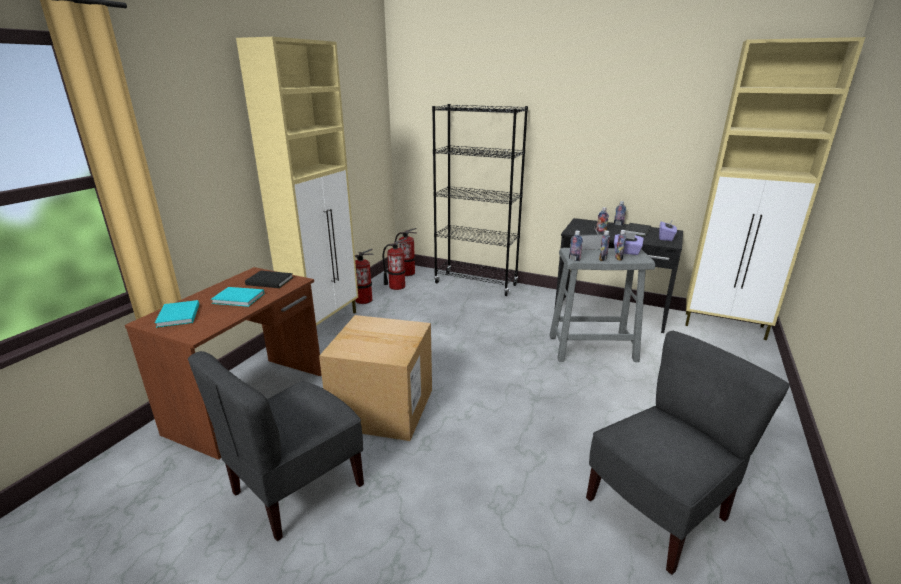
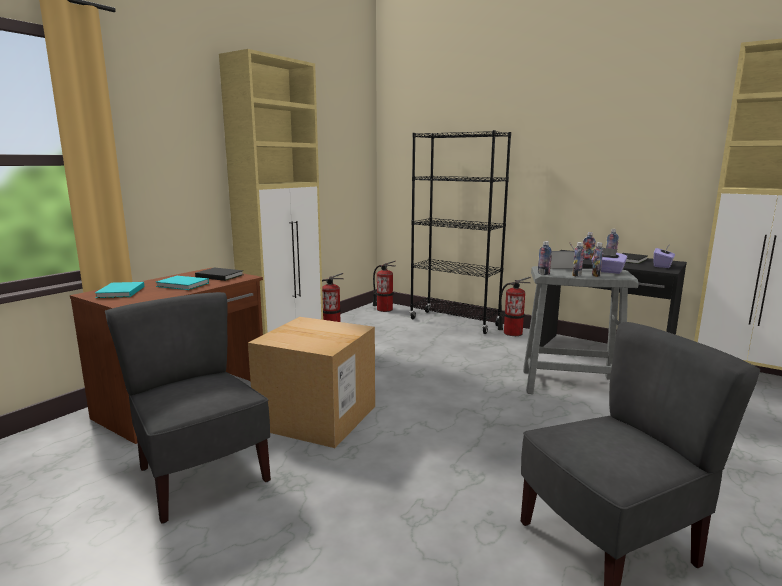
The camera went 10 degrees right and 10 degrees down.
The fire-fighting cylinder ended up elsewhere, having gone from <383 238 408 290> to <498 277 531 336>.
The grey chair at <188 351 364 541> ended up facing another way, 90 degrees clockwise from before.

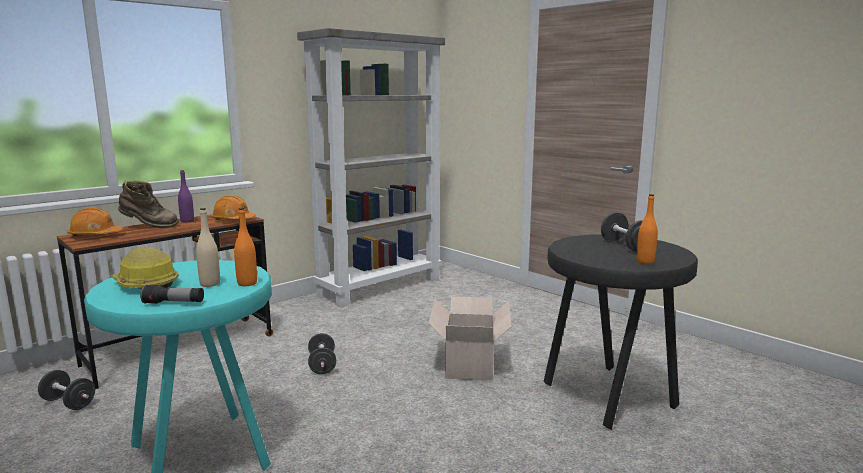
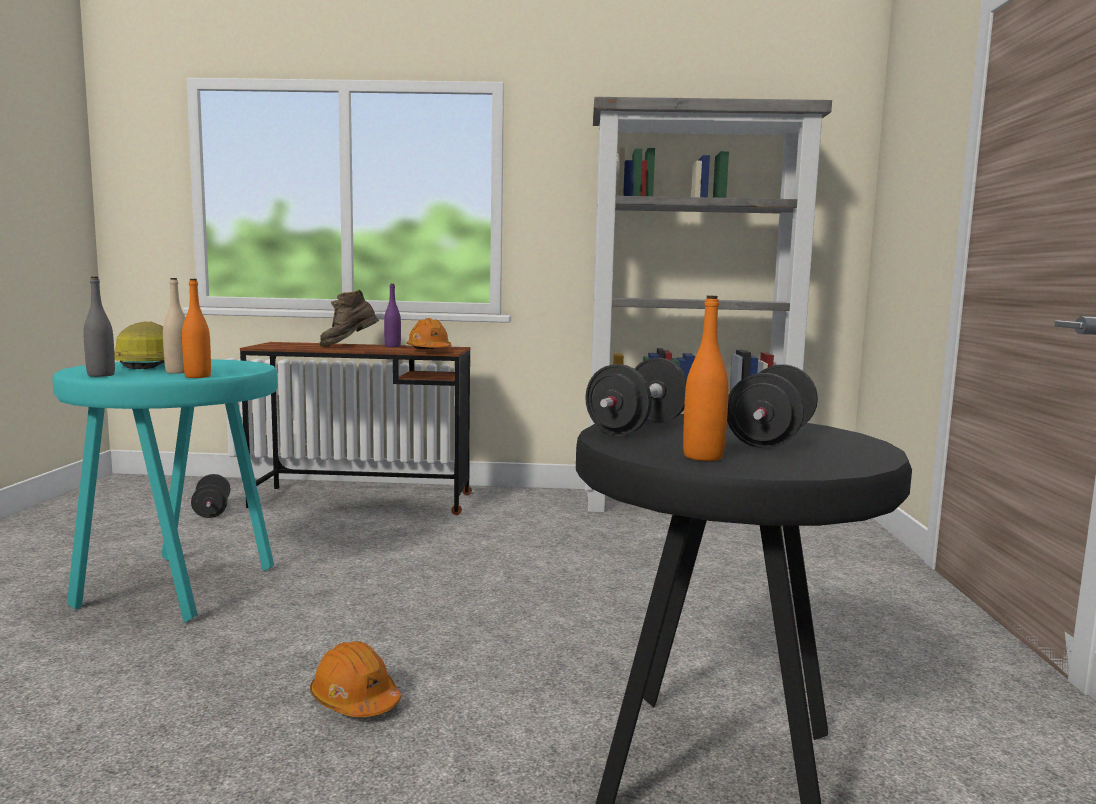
The camera went 45 degrees right and 5 degrees down.
The second view lost the packing box at <428 296 512 381>.
The orange-coloured work helmet ended up elsewhere, having gone from <67 208 123 237> to <310 641 401 717>.
The black free weight ended up elsewhere, having gone from <308 333 336 374> to <585 358 687 435>.
Where the torch stood at <140 285 204 304>, the grey bottle came to stand at <83 276 115 377>.
The brownish high-top boot at <118 181 179 228> ended up facing another way, 90 degrees clockwise from before.

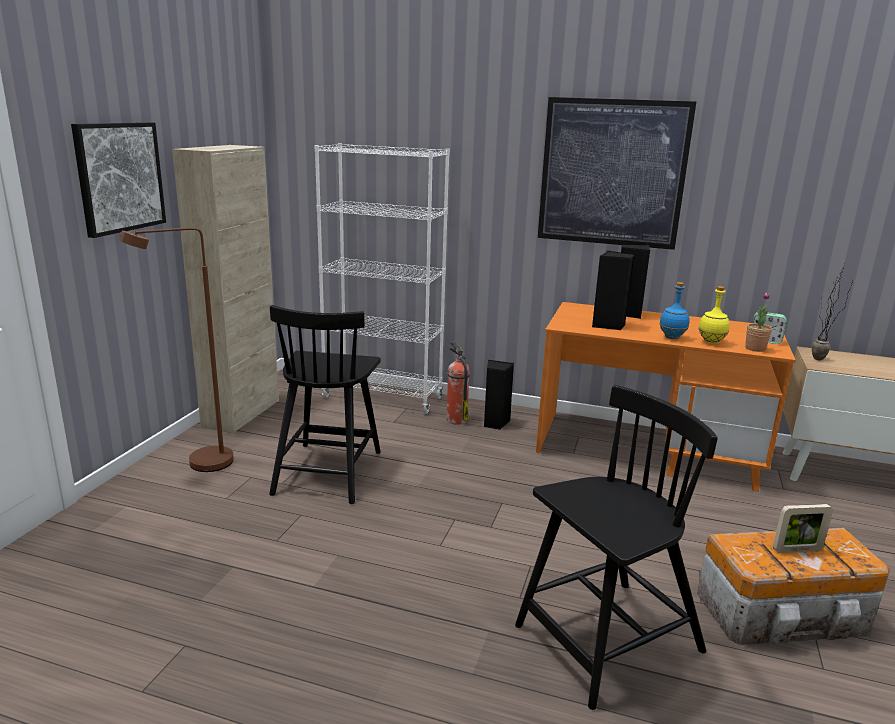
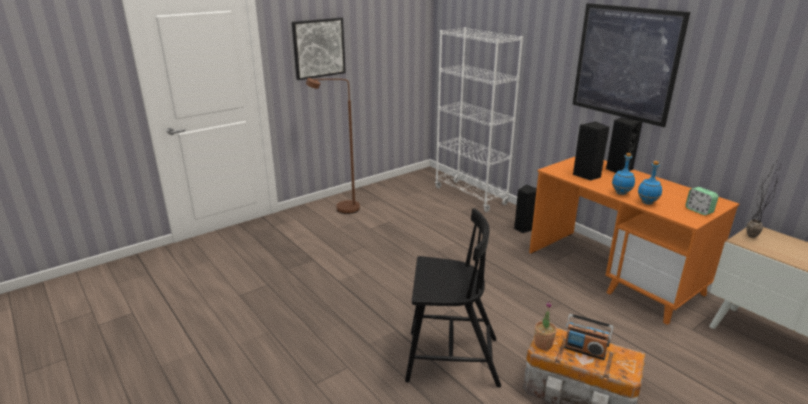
The camera went 35 degrees right and 5 degrees up.
The second view lost the beige-coloured cabinet at <172 145 279 434>.
The second view lost the black chair at <269 305 381 504>.
The second view lost the fire-fighting cylinder at <446 342 470 425>.
The potted plant ended up elsewhere, having gone from <745 292 772 352> to <535 301 557 350>.
Where the picture frame stood at <773 504 833 553>, the radio receiver came to stand at <564 314 613 360>.
What was the yellow-coloured bottle at <698 286 730 344> turned into the blue-coloured bottle at <638 161 662 204>.

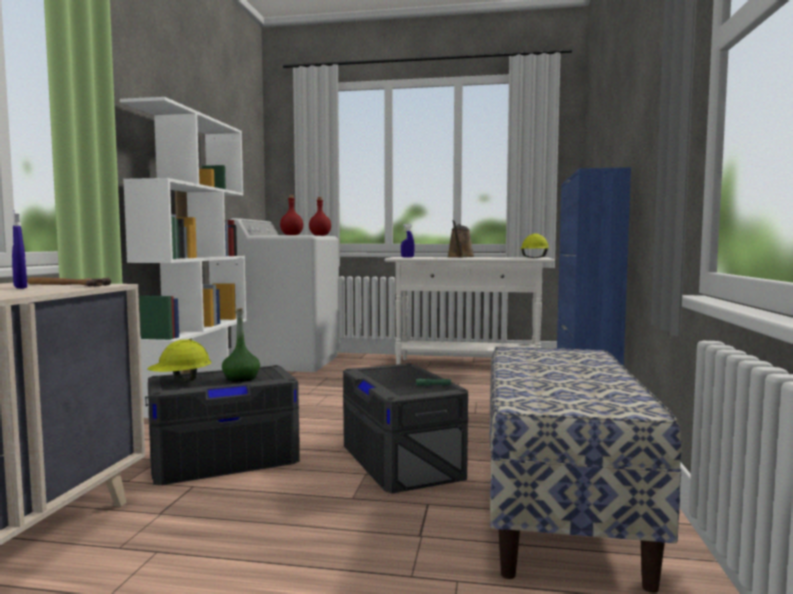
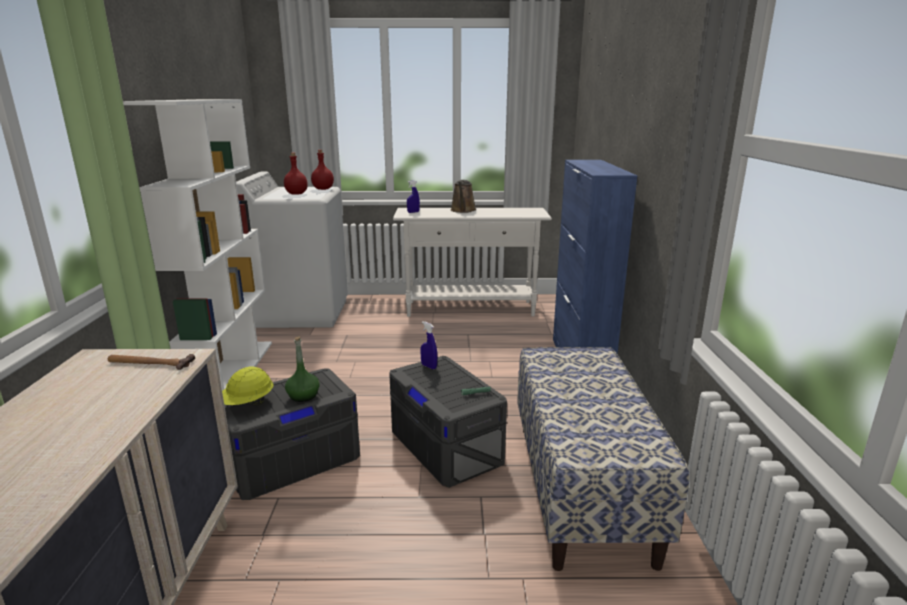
The camera went 10 degrees left and 15 degrees up.
The second view lost the yellow-coloured work helmet at <521 234 550 258>.
The blue-coloured spray bottle ended up elsewhere, having gone from <12 210 27 289> to <420 321 437 369>.

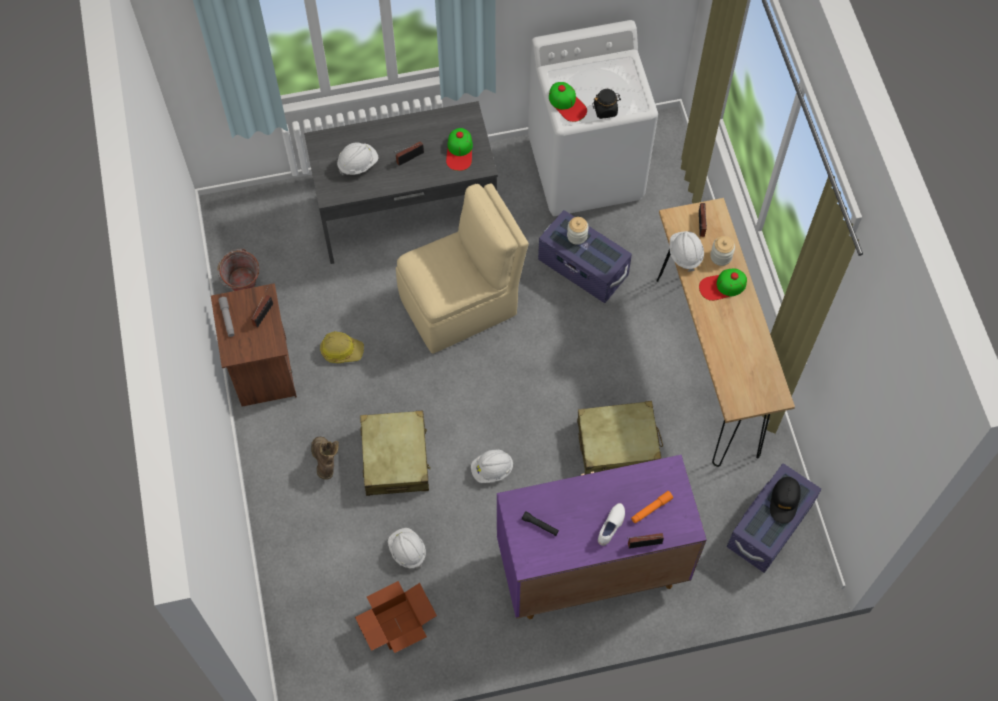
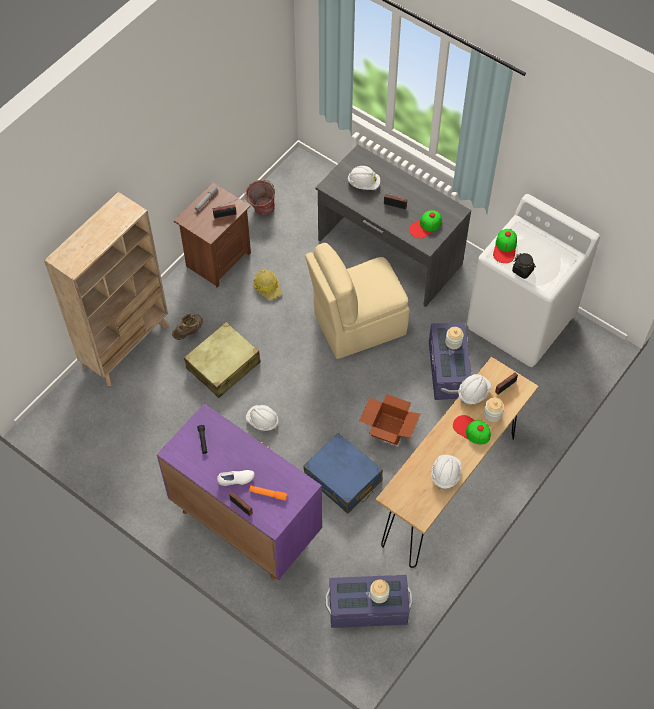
The camera went 50 degrees right and 5 degrees down.
The second view gained the beige-coloured bookcase at <44 192 169 386>.
The packing box ended up elsewhere, having gone from <355 581 437 653> to <359 394 421 445>.
The white-coloured work helmet ended up elsewhere, having gone from <388 528 426 569> to <431 455 462 491>.
Where the black peaked cap stood at <770 477 801 524>, the jar came to stand at <370 579 390 603>.
What was the beige-coloured suitcase at <577 401 663 475> turned into the blue-coloured suitcase at <303 433 383 514>.
The beige-coloured chair at <396 183 529 354> ended up facing another way, 135 degrees clockwise from before.

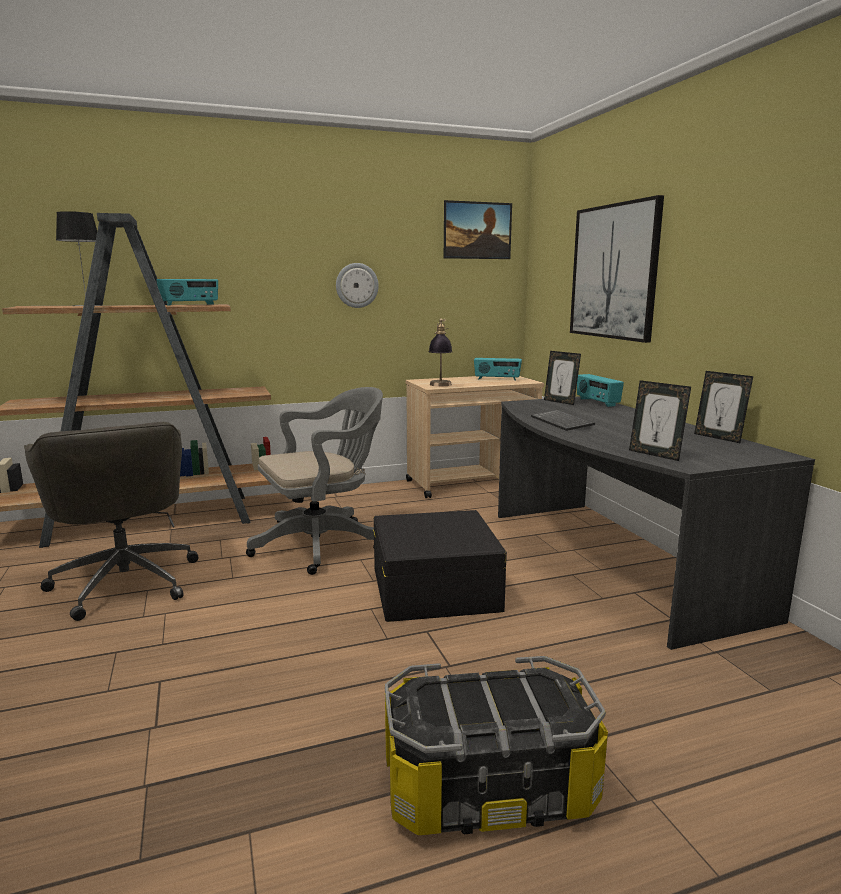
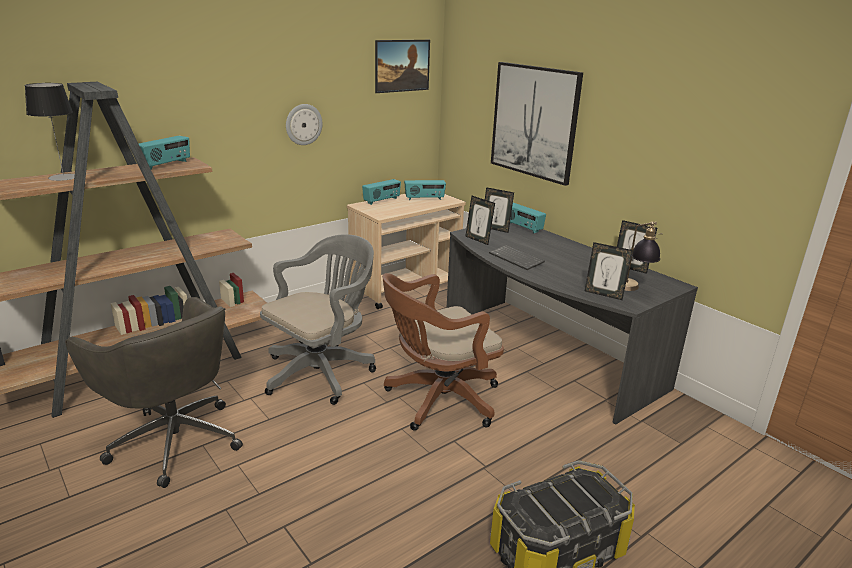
The camera went 20 degrees left and 10 degrees up.
The second view gained the radio receiver at <362 179 401 205>.
The second view gained the picture frame at <465 196 495 245>.
The lamp for a table ended up elsewhere, having gone from <428 318 453 386> to <625 221 662 291>.
Where the black storage bin stood at <373 510 507 622>, the brownish desk chair came to stand at <382 273 504 431>.

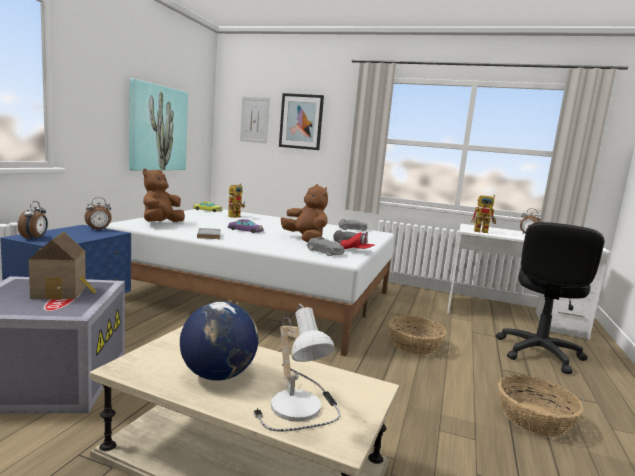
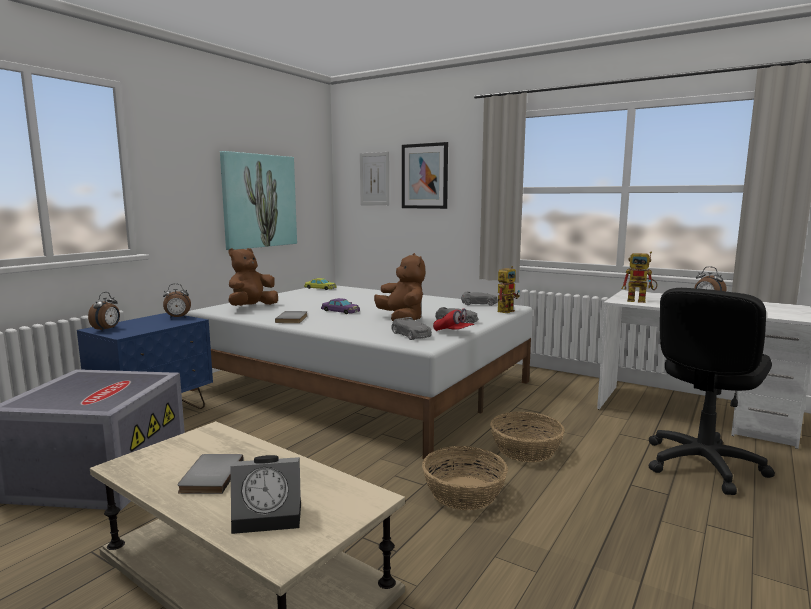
The camera went 15 degrees right and 0 degrees up.
The second view lost the miniature house at <29 232 96 299>.
The toy robot ended up elsewhere, having gone from <228 183 245 218> to <497 266 520 313>.
The storage basket ended up elsewhere, having gone from <498 375 584 437> to <422 446 508 510>.
Where the desk globe stood at <180 302 258 381>, the grey bound book came to stand at <177 454 243 494>.
Where the lamp for a table stood at <254 304 341 432>, the alarm clock came to stand at <231 455 301 534>.

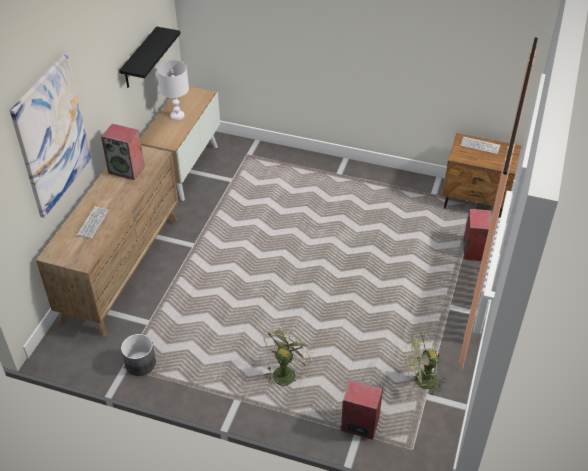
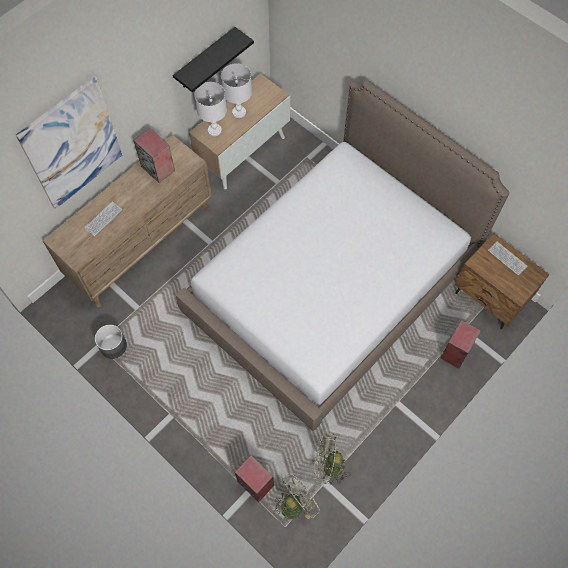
The camera went 25 degrees right and 20 degrees up.
The second view gained the bed at <176 80 509 431>.
The second view gained the white-coloured lamp for a table at <194 82 227 136>.
The greenish electric fan ended up elsewhere, having gone from <264 326 314 388> to <275 473 320 519>.

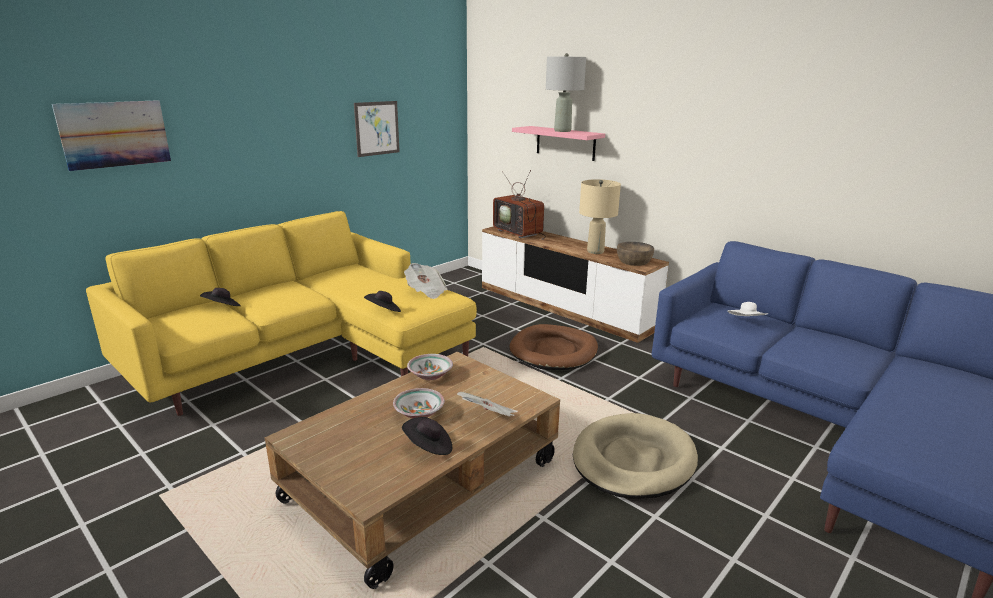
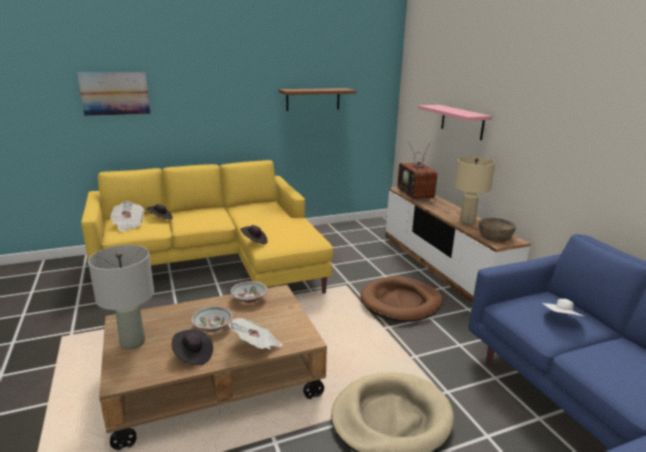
The camera went 25 degrees right and 0 degrees up.
The daily paper ended up elsewhere, having gone from <404 263 447 299> to <110 201 145 232>.
The grey lamp for a table ended up elsewhere, having gone from <546 53 586 132> to <88 245 154 349>.
Where the wall picture hung at <354 101 400 157>, the brownish shelf came to hang at <279 88 356 111>.

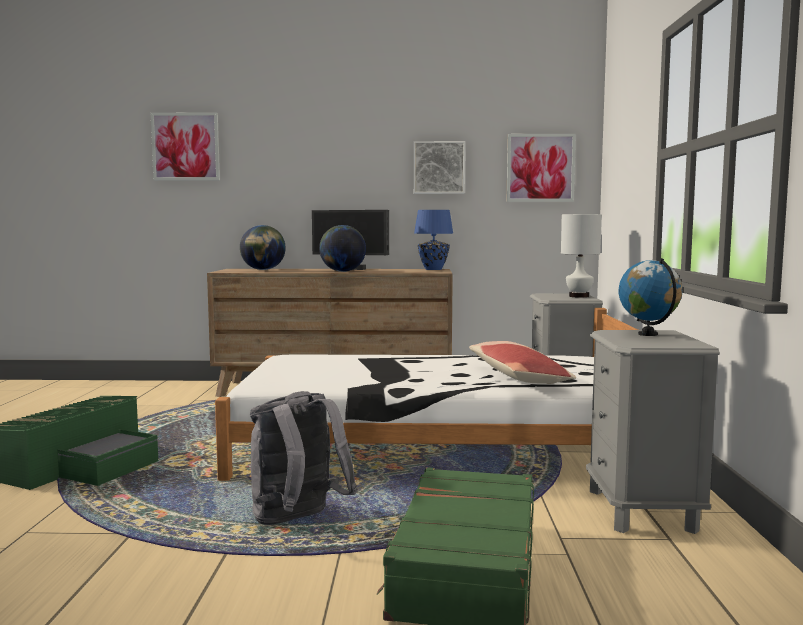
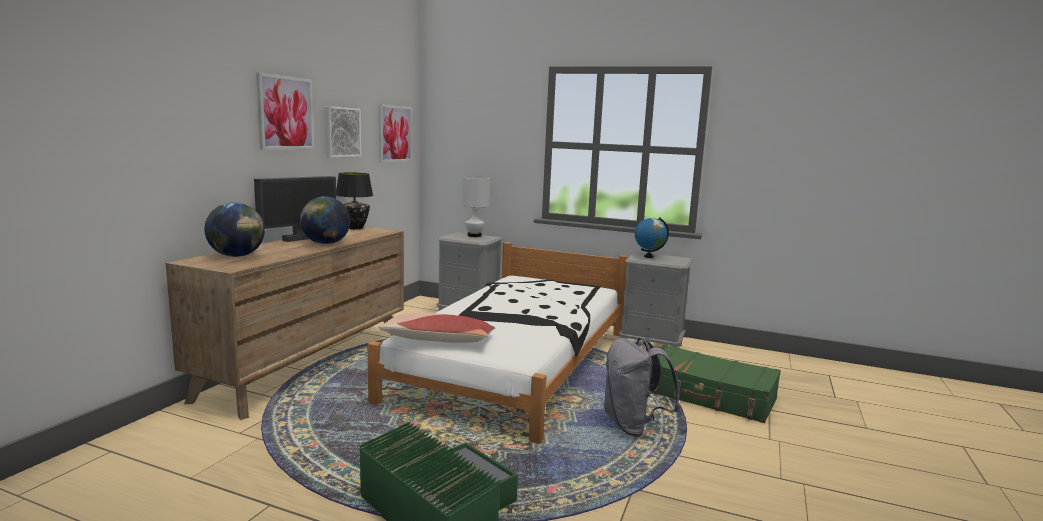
The camera went 70 degrees left and 5 degrees up.
The wall picture ended up elsewhere, having gone from <151 112 220 180> to <256 72 314 150>.
The throw pillow ended up elsewhere, having gone from <469 341 576 384> to <378 313 496 343>.
What was the blue-coloured lamp for a table at <414 210 454 270> turned into the black lamp for a table at <336 172 373 229>.

